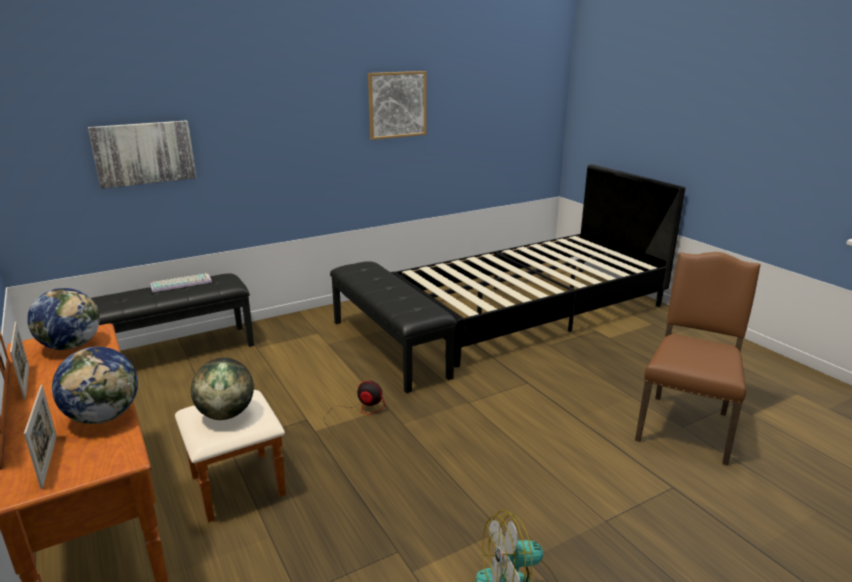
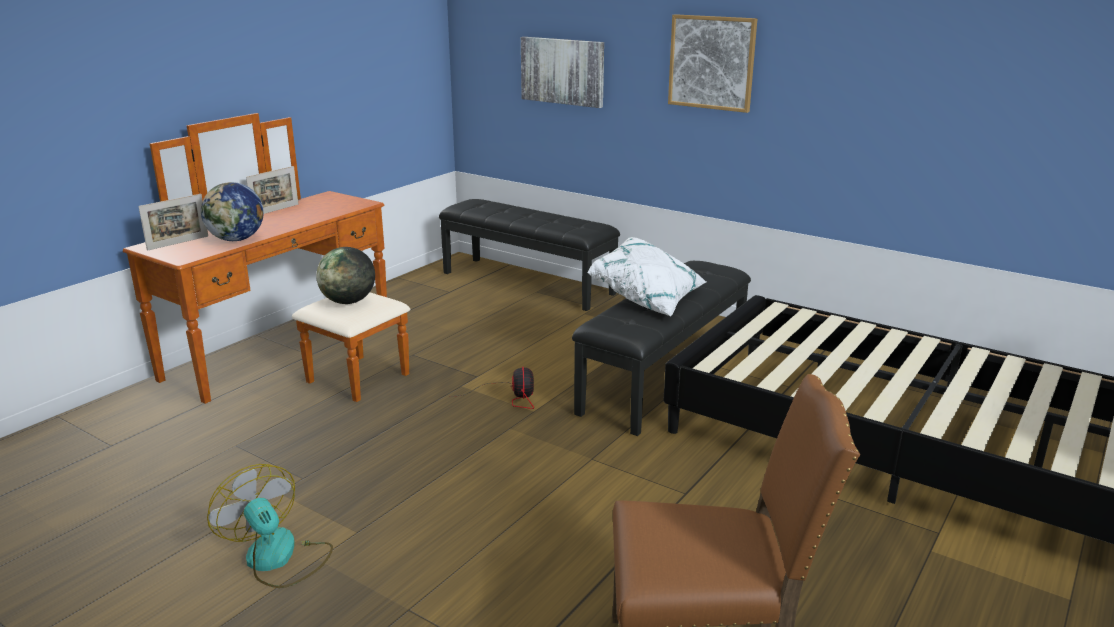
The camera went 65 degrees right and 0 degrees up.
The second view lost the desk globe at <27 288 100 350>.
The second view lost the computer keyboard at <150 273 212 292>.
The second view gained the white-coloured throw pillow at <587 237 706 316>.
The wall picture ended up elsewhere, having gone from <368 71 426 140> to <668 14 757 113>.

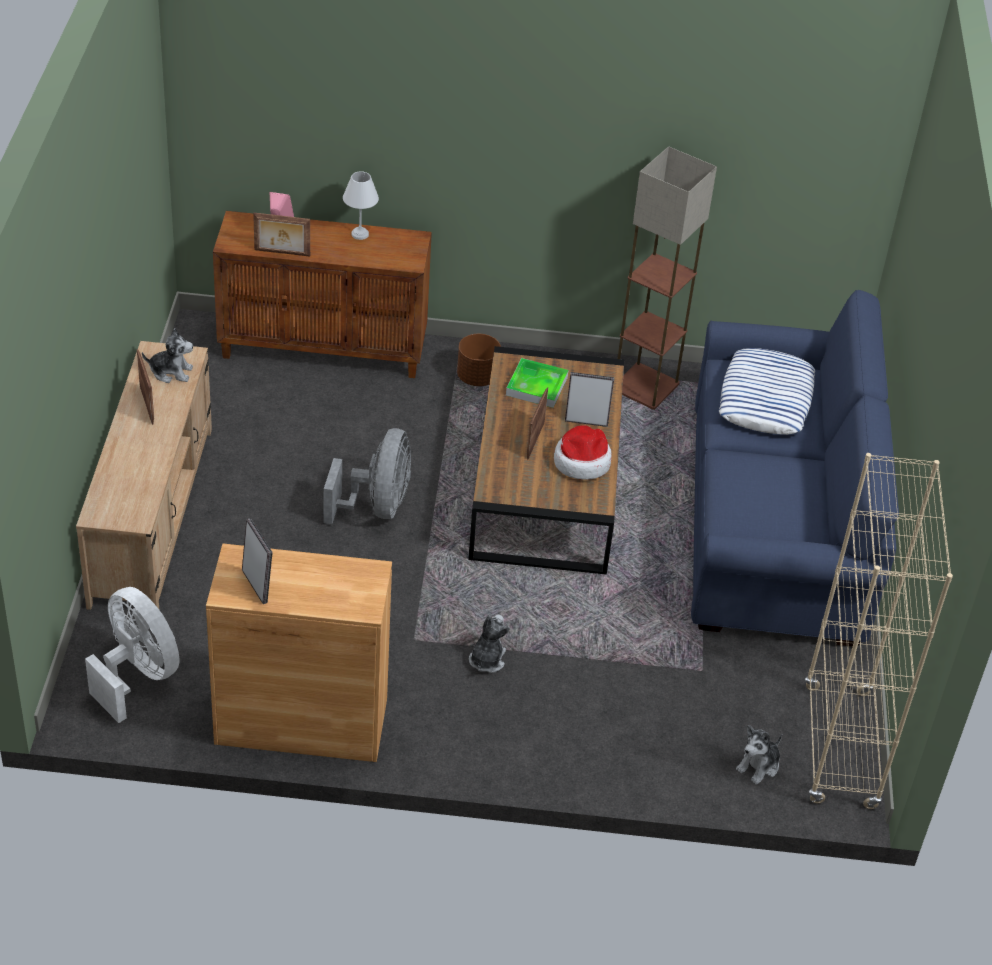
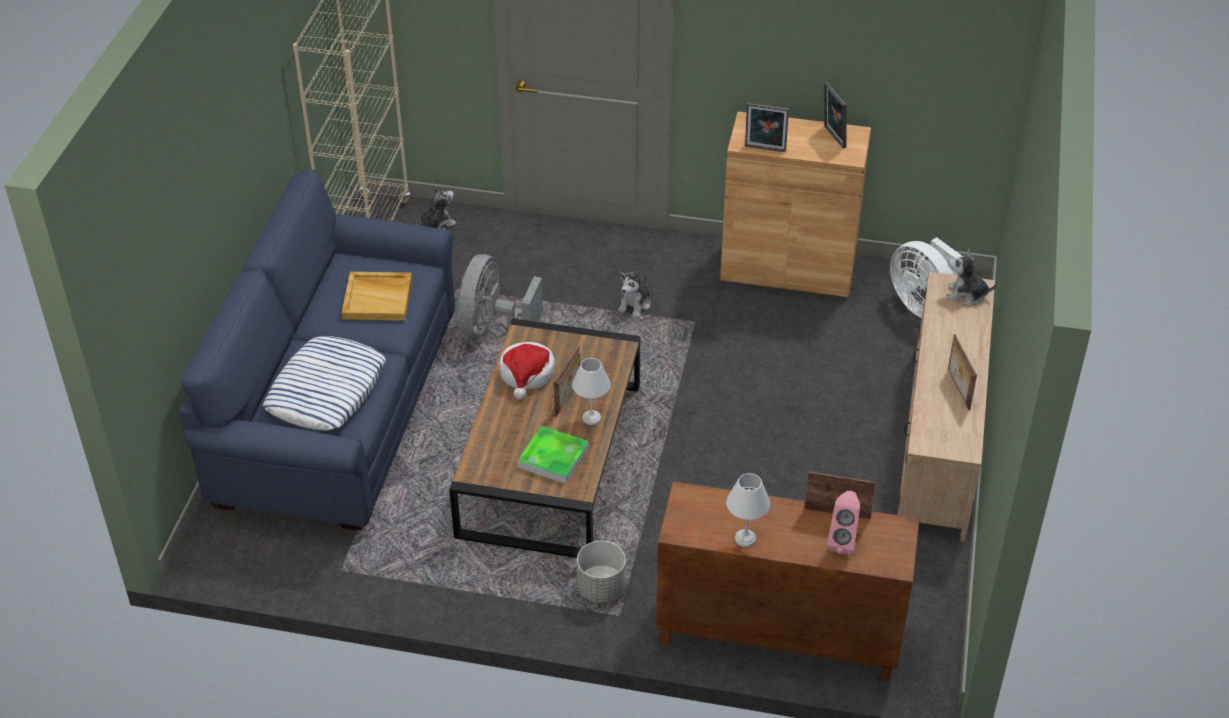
The camera went 170 degrees left and 0 degrees up.
The second view lost the standing lamp at <617 146 717 410>.
The second view gained the beige-coloured serving tray at <341 272 412 321>.
The second view gained the white-coloured lamp for a table at <572 358 611 425>.
The cuddly toy ended up elsewhere, having gone from <142 328 193 383> to <947 249 997 306>.
The grey electric fan ended up elsewhere, having gone from <324 428 411 524> to <457 254 543 337>.
The picture frame ended up elsewhere, having gone from <565 372 614 427> to <745 103 789 152>.
What was the brownish planter at <457 334 501 386> turned into the grey planter at <577 541 626 603>.

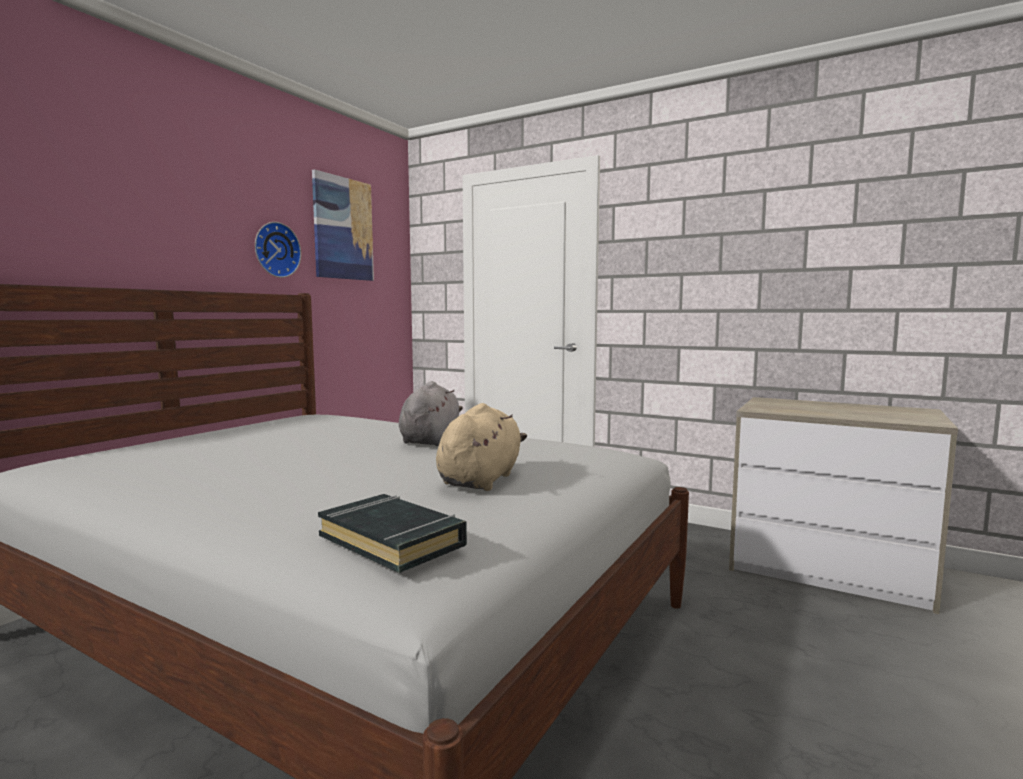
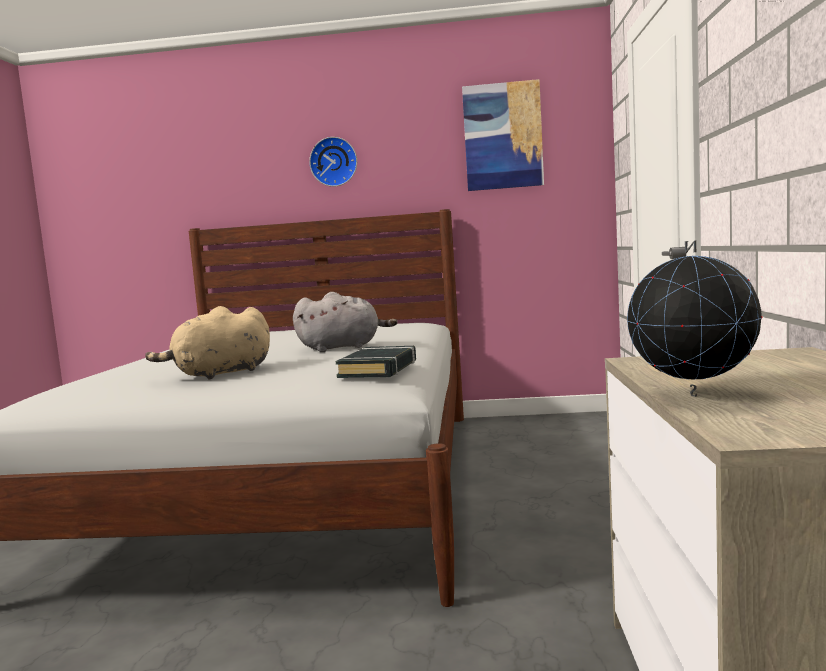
The camera went 65 degrees right and 0 degrees up.
The second view gained the desk globe at <627 240 763 397>.
The clock on the wall ended up elsewhere, having gone from <255 222 301 278> to <309 137 357 187>.
The black bound book ended up elsewhere, having gone from <318 494 467 573> to <336 346 416 378>.
The beige-coloured cuddly toy at <436 403 527 491> ended up facing another way, 150 degrees clockwise from before.

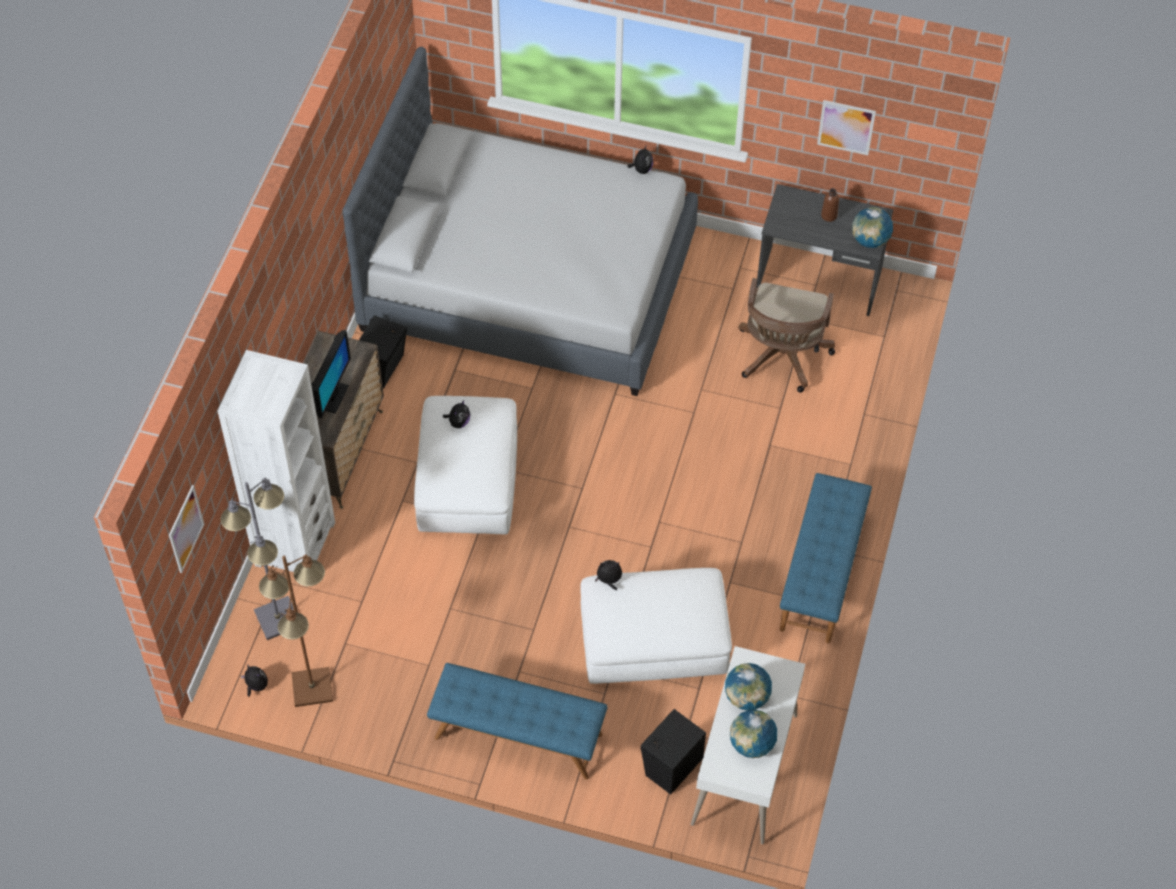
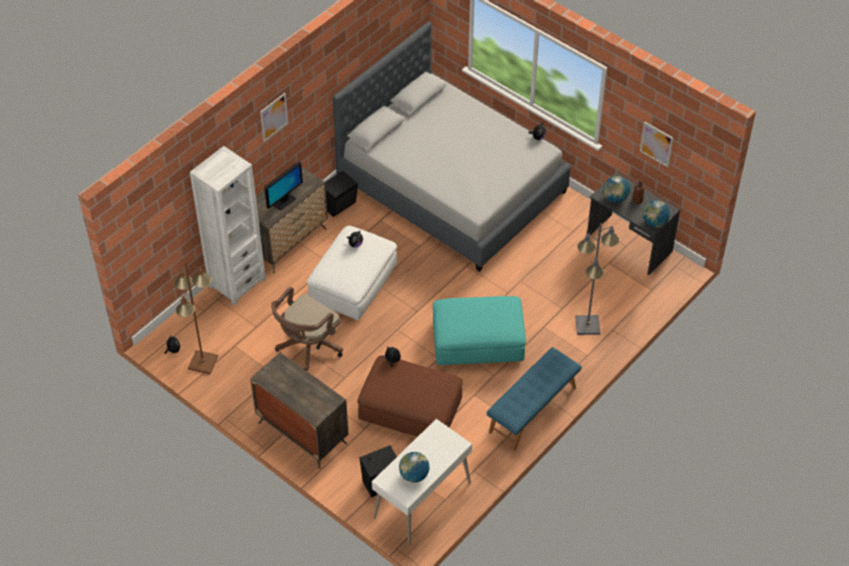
The camera went 25 degrees right and 5 degrees down.
The second view gained the turquoise-coloured footrest at <433 296 526 365>.
The wall picture ended up elsewhere, having gone from <169 485 204 573> to <260 93 288 142>.
The grey standing lamp ended up elsewhere, having gone from <220 478 294 640> to <575 223 620 335>.
The desk globe ended up elsewhere, having gone from <725 663 772 710> to <603 176 630 203>.
The brownish desk chair ended up elsewhere, having gone from <738 278 835 393> to <271 286 343 371>.
Where the blue-coloured bench stood at <427 663 607 780>, the drawer chest came to stand at <250 352 349 469>.
What was the white-coloured footrest at <580 568 732 684> turned into the brownish footrest at <357 356 463 437>.

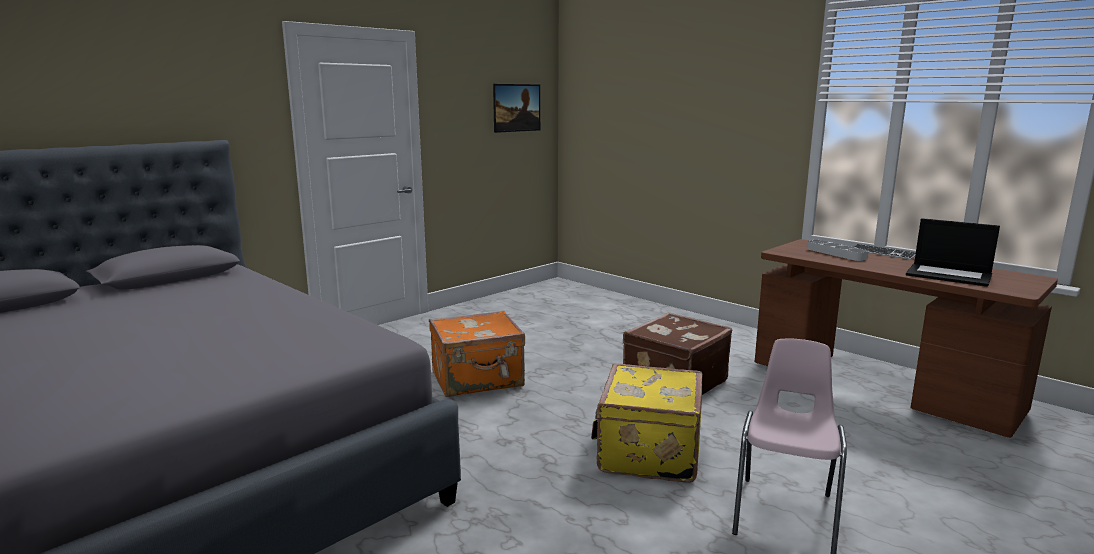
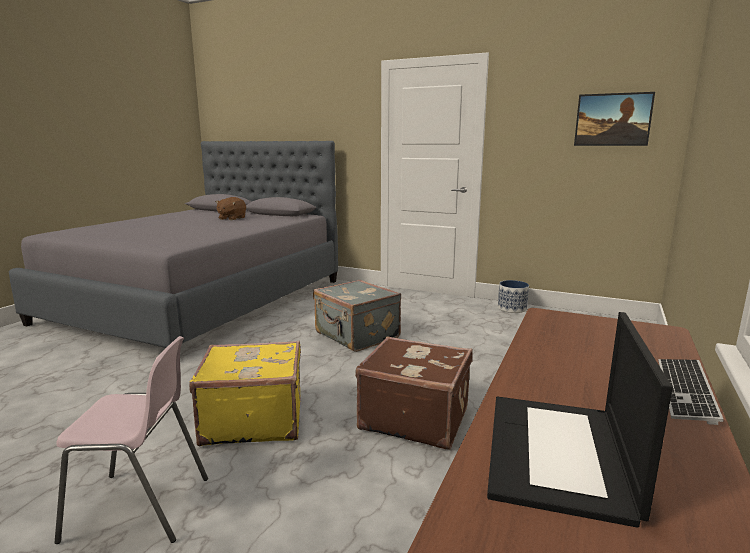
The camera went 70 degrees right and 0 degrees up.
The second view lost the grey serving tray at <807 240 869 261>.
The second view gained the brownish cuddly toy at <216 197 246 220>.
The second view gained the planter at <498 280 529 313>.
What was the orange-coloured suitcase at <429 310 525 397> turned into the grey suitcase at <313 280 401 352>.

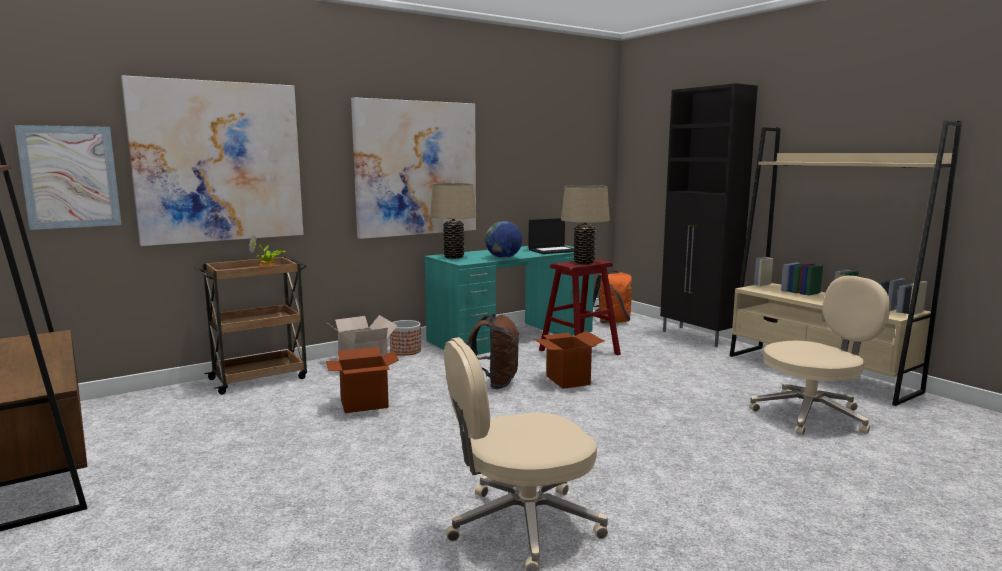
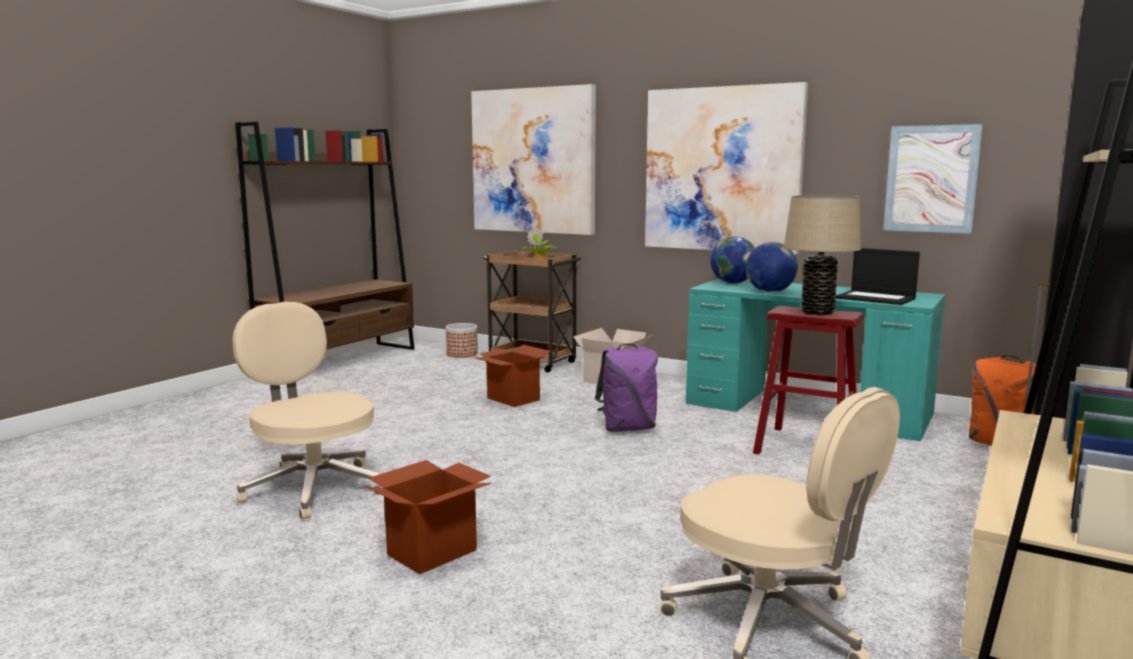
The camera went 65 degrees right and 0 degrees up.
The wall picture ended up elsewhere, having gone from <14 125 122 230> to <883 124 983 234>.
The planter ended up elsewhere, having gone from <390 320 421 356> to <446 323 478 358>.
The packing box ended up elsewhere, having gone from <534 331 604 389> to <366 460 491 574>.
Where the beige-coloured lamp for a table stood at <430 183 477 259>, the desk globe came to stand at <710 236 755 283>.
What was the brownish backpack at <466 314 519 389> turned into the purple-coloured backpack at <594 344 658 432>.

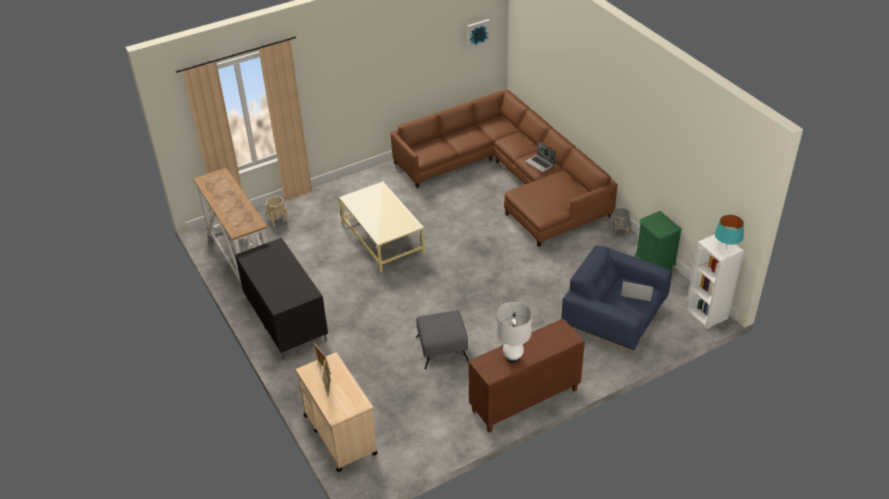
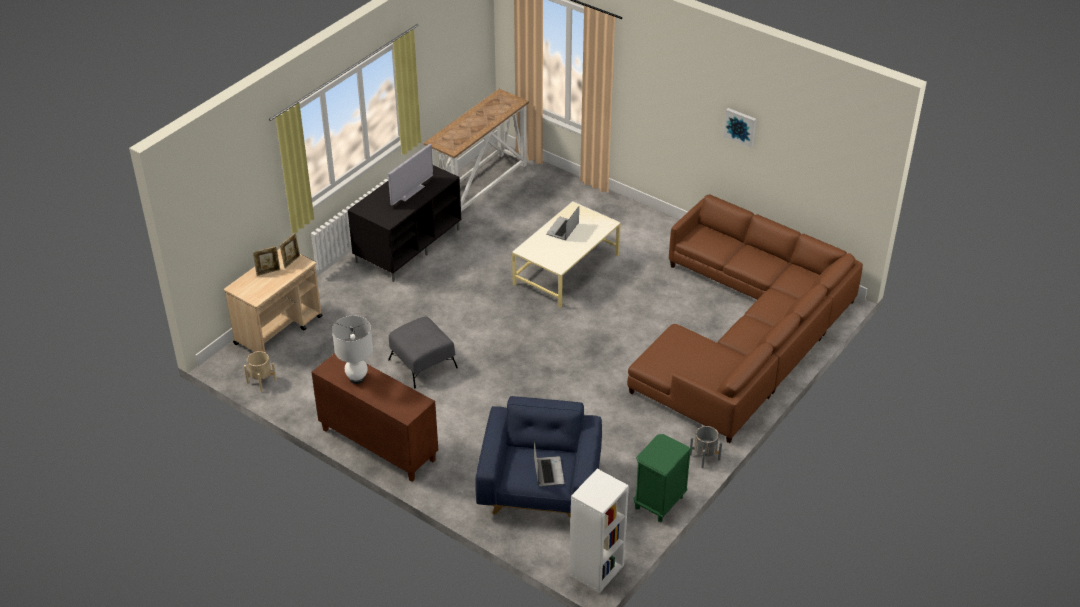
The camera went 65 degrees right and 0 degrees up.
The second view lost the turquoise-coloured lamp for a table at <714 215 744 248>.
The second view gained the television at <388 144 433 206>.
The beige-coloured planter ended up elsewhere, having gone from <265 196 289 227> to <244 351 277 392>.
The wall picture ended up elsewhere, having gone from <467 19 490 49> to <723 108 756 148>.
The portable computer ended up elsewhere, having gone from <525 141 556 172> to <546 206 579 240>.

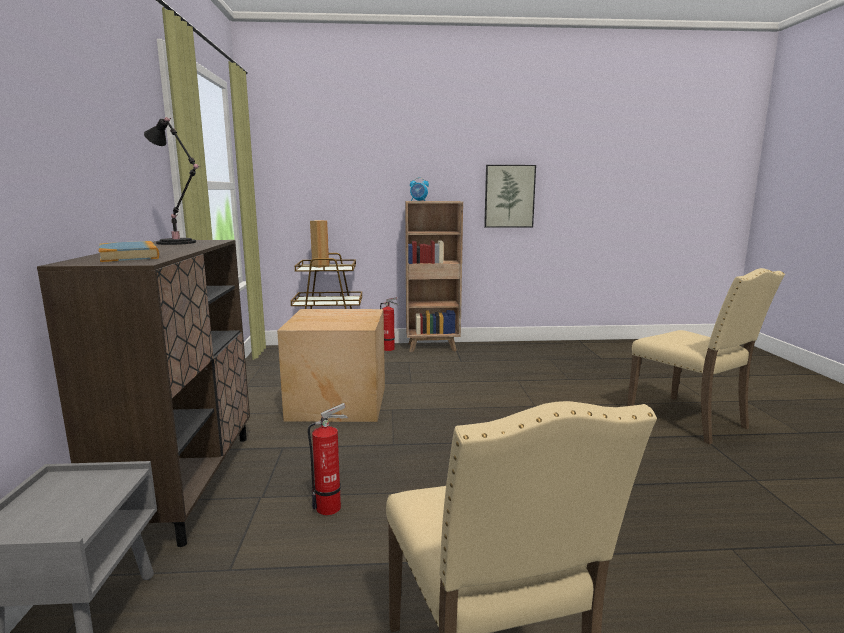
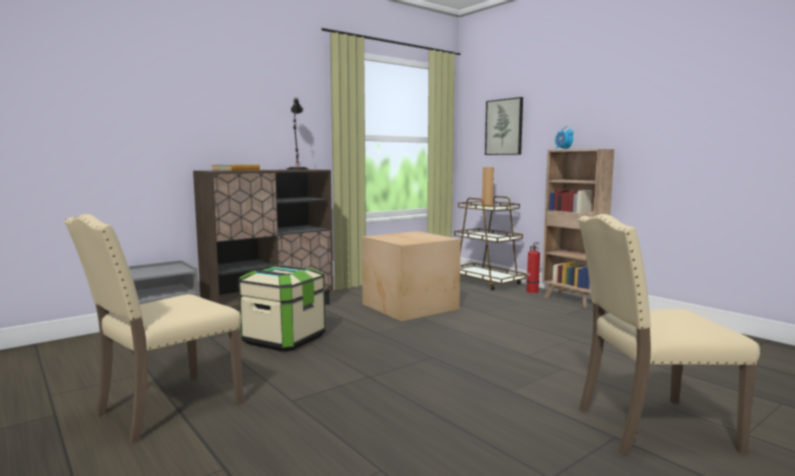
The camera went 55 degrees right and 5 degrees down.
The wall picture ended up elsewhere, having gone from <484 165 536 228> to <485 97 523 155>.
Where the fire-fighting cylinder stood at <308 403 348 515>, the storage bin came to stand at <238 265 326 352>.
The beige-coloured chair at <627 268 785 444> ended up facing another way, 60 degrees clockwise from before.

